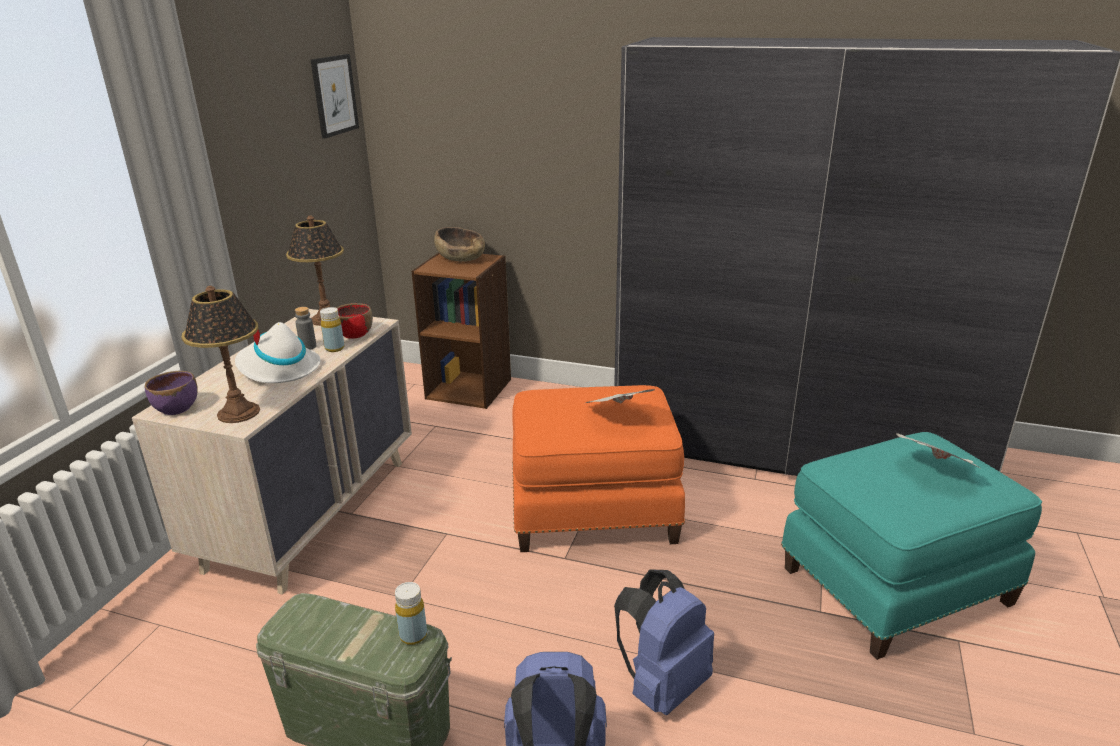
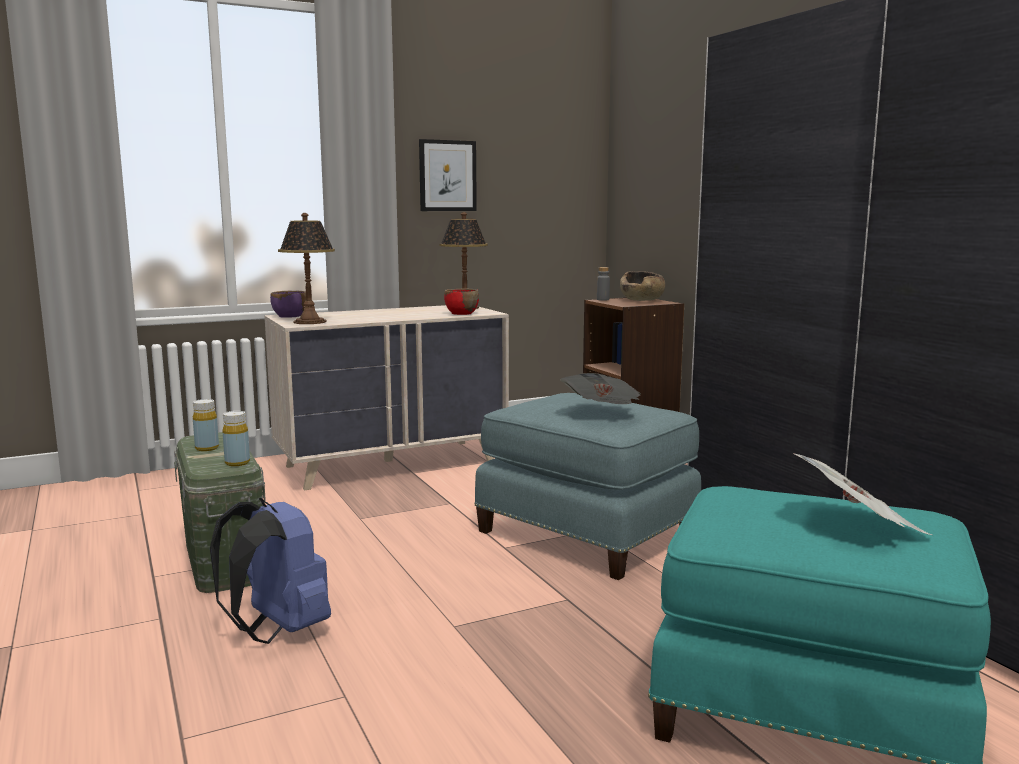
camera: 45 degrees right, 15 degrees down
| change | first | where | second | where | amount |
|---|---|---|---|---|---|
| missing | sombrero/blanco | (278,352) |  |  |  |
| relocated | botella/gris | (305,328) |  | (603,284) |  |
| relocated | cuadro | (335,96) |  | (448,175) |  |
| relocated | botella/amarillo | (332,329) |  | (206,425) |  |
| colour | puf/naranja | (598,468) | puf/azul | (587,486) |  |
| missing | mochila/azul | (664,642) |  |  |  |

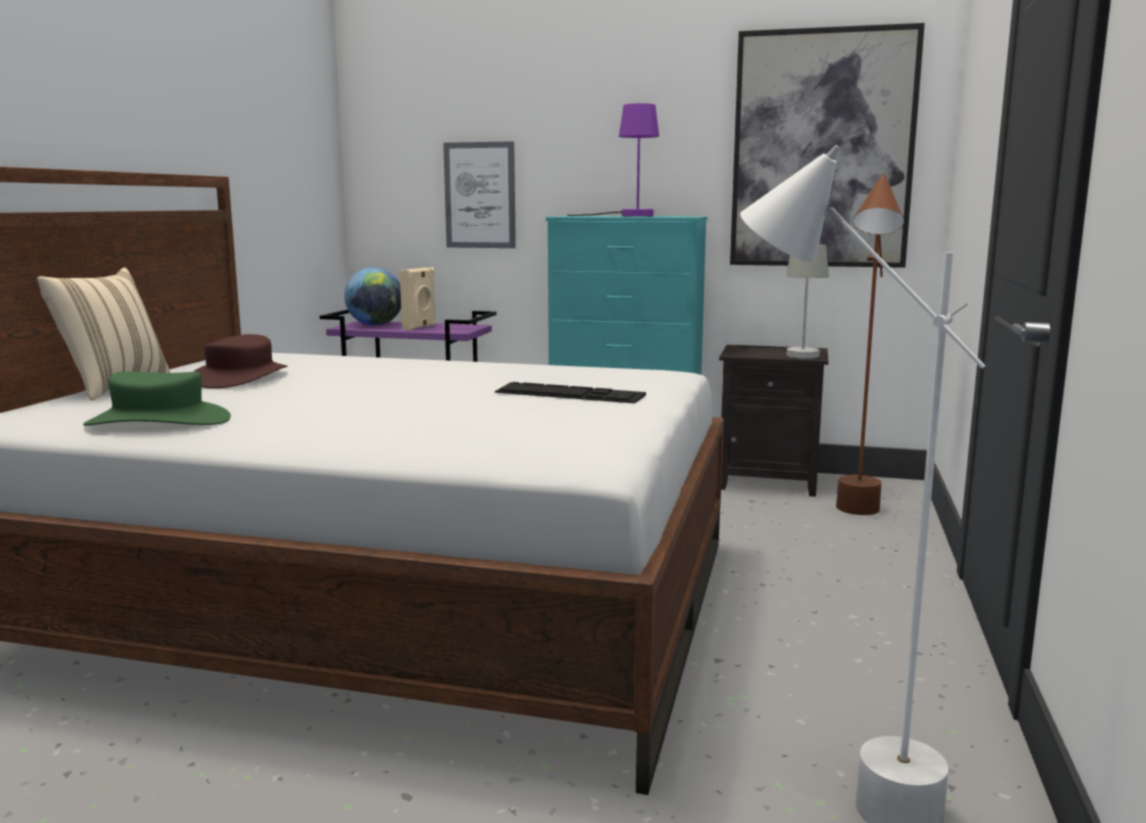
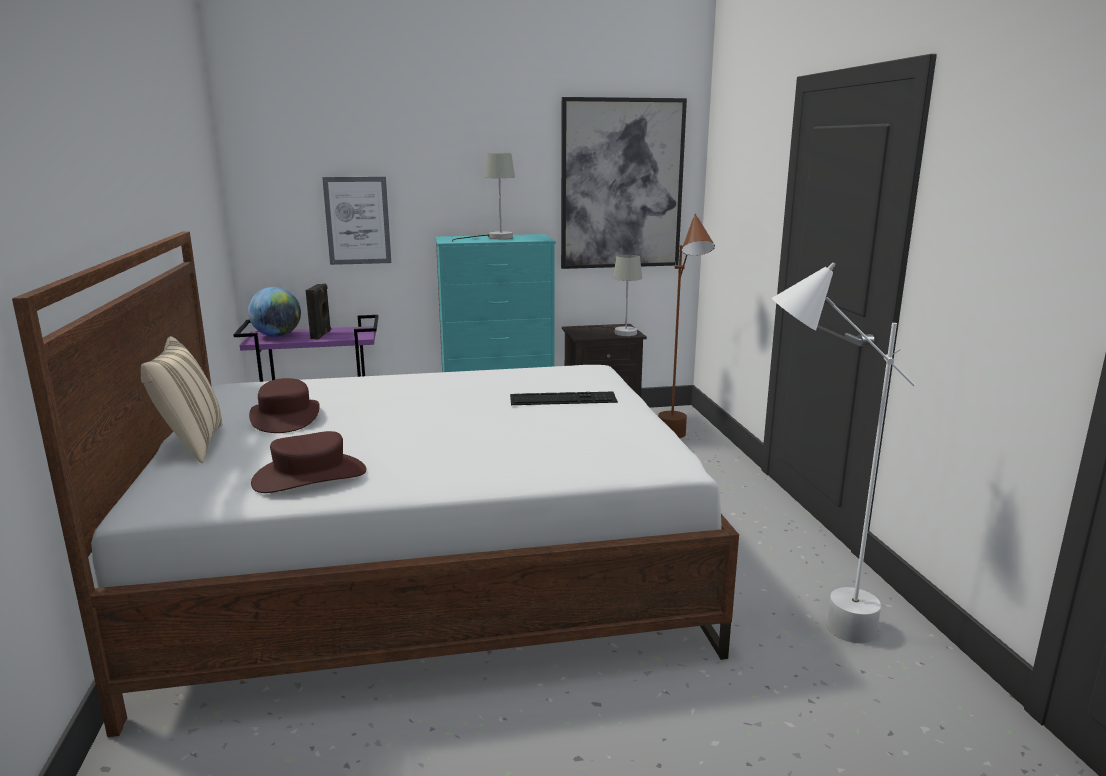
camera: 25 degrees left, 5 degrees up
| change | first | where | second | where | amount |
|---|---|---|---|---|---|
| colour | sombrero/verde | (157,398) | sombrero/marrón | (308,462) |  |
| colour | altavoz/beis | (418,298) | altavoz/negro | (318,311) |  |
| colour | lámpara de mesa/morado | (613,159) | lámpara de mesa/gris | (483,197) |  |

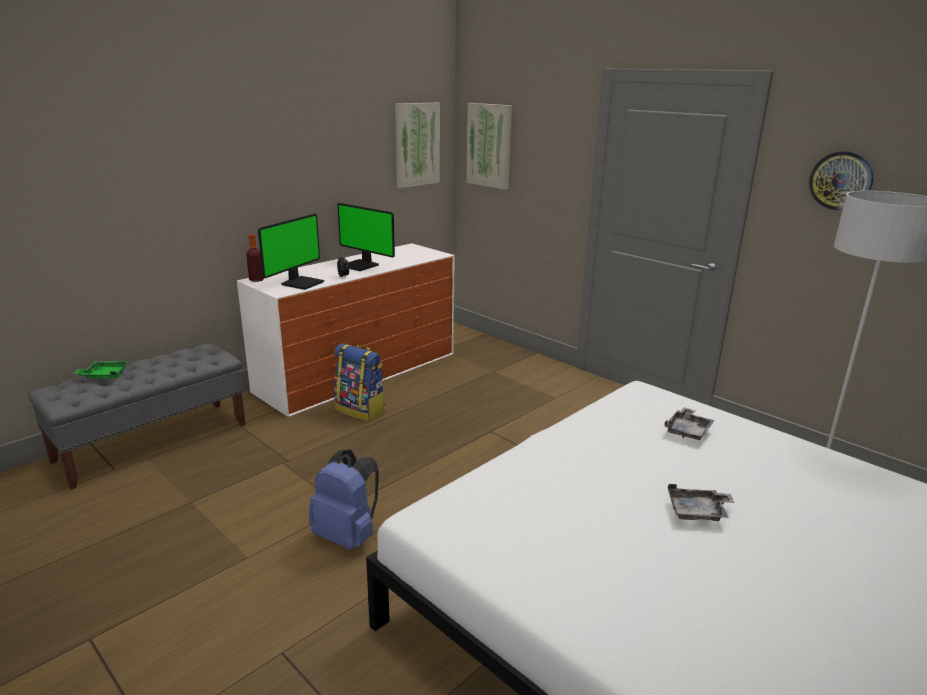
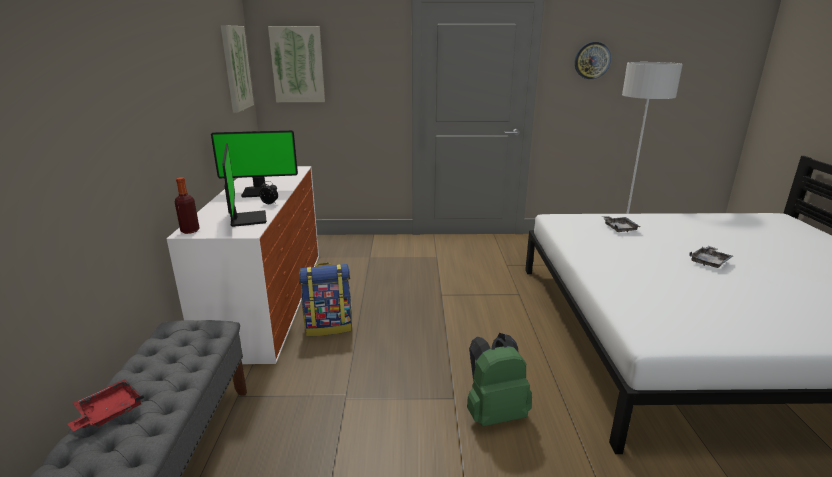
camera: 45 degrees left, 0 degrees up
| change | first | where | second | where | amount |
|---|---|---|---|---|---|
| colour | bandeja/verde | (100,370) | bandeja/rojo | (106,405) |  |
| colour | mochila/azul | (344,500) | mochila/verde | (499,380) |  |

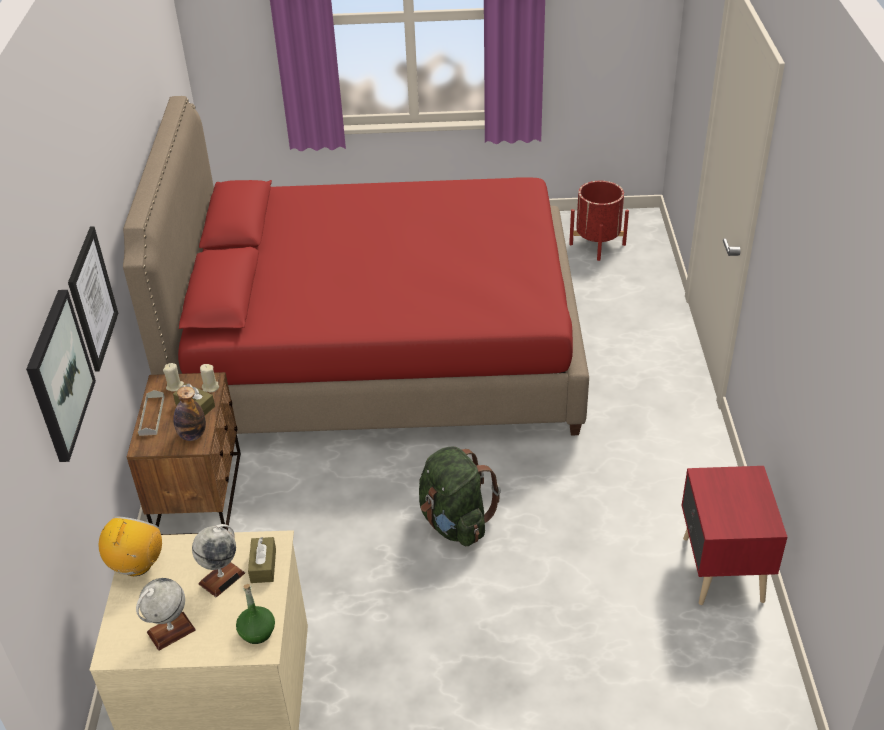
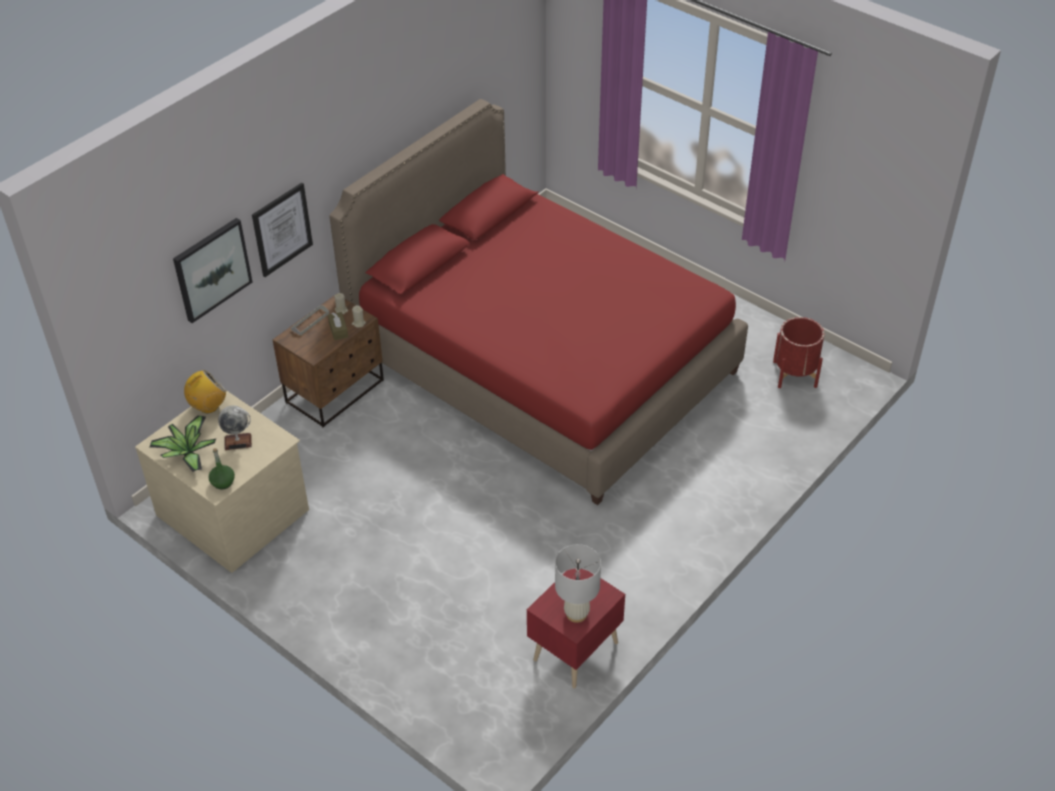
camera: 40 degrees right, 5 degrees up
| change | first | where | second | where | amount |
|---|---|---|---|---|---|
| exchanged | globo terráqueo | (166,614) | planta en maceta | (182,444) |  |
| missing | botella | (189,413) |  |  |  |
| missing | caja de pañuelos/marrón | (262,560) |  |  |  |
| missing | mochila/verde | (460,496) |  |  |  |
| appeared |  |  | lámpara de mesa/blanco | (578,583) |  |

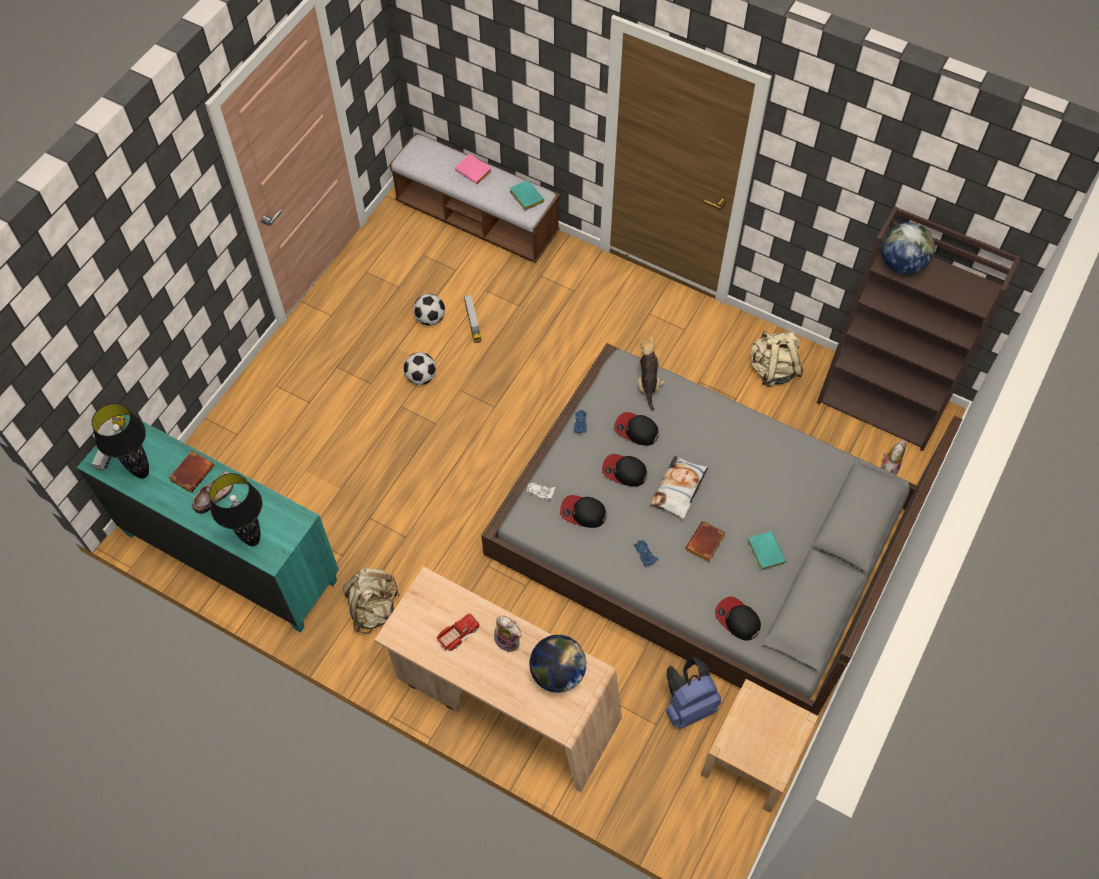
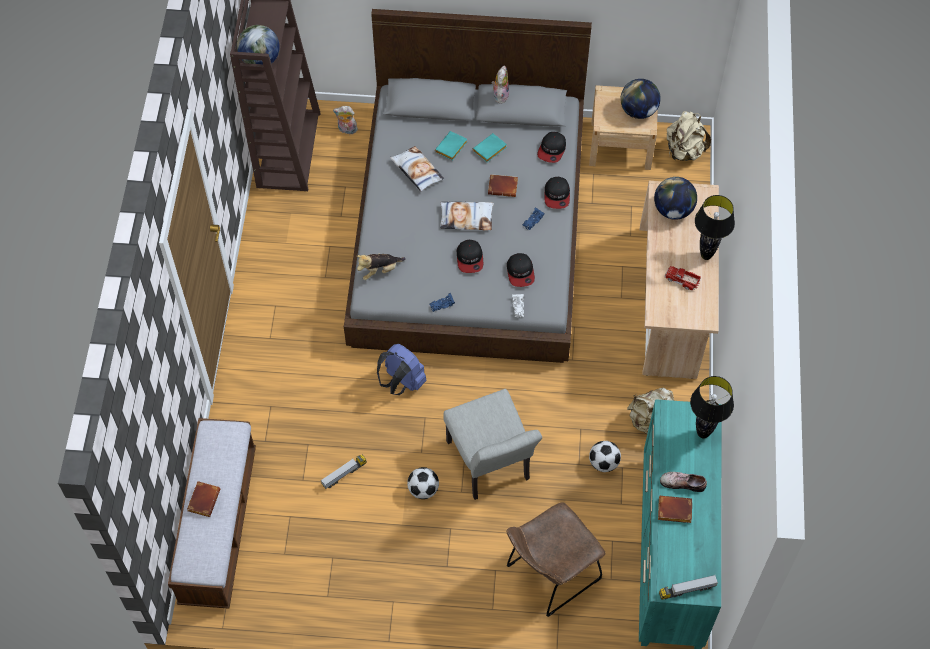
camera: 115 degrees left, 0 degrees up
| change | first | where | second | where | amount |
|---|---|---|---|---|---|
| relocated | lámpara de mesa/negro | (120,440) |  | (715,227) |  |
| relocated | balón de fútbol | (429,309) |  | (605,456) |  |
| colour | libro/rosa | (473,169) | libro/marrón | (204,499) |  |
| relocated | peluche | (508,634) |  | (500,84) |  |
| relocated | libro/turquesa | (526,195) |  | (451,146) |  |
| relocated | gorra | (636,429) |  | (557,193) |  |
| relocated | mochila/azul | (693,693) |  | (402,369) |  |
| relocated | mochila/beis | (777,358) |  | (689,136) |  |
| appeared |  |  | cojín | (417,169) |  |
| appeared |  |  | silla/gris | (492,444) |  |
| appeared |  |  | silla/marrón | (556,559) |  |
| appeared |  |  | globo terráqueo | (640,99) |  |

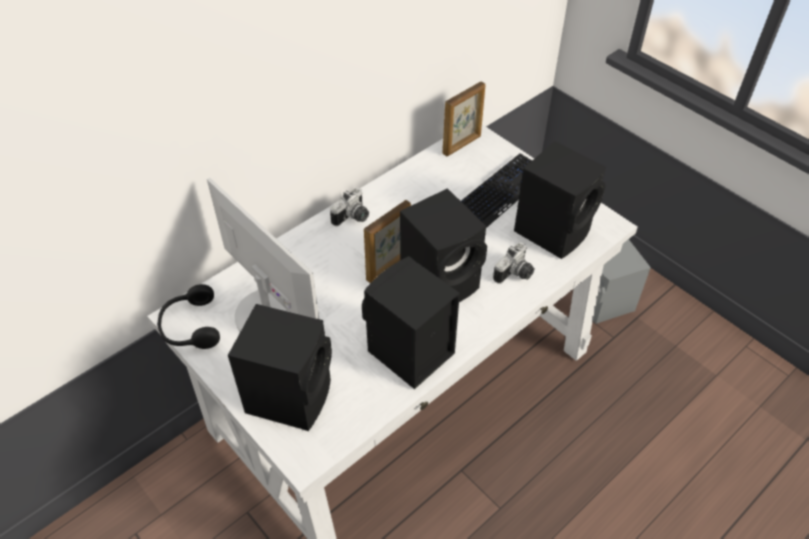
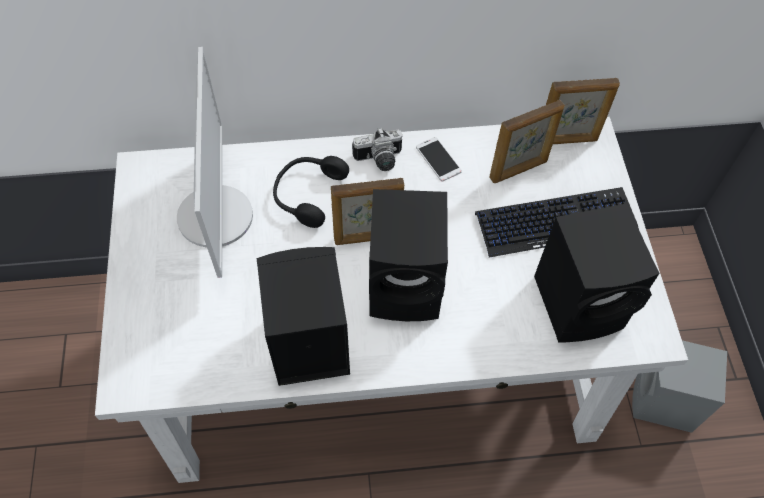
camera: 35 degrees right, 10 degrees up
| change | first | where | second | where | amount |
|---|---|---|---|---|---|
| relocated | auriculares/negro | (188,316) |  | (311,192) |  |
| missing | altavoz/negro | (280,367) |  |  |  |
| missing | cámara | (513,263) |  |  |  |
| appeared |  |  | móvil | (439,159) |  |
| appeared |  |  | portarretratos | (526,141) |  |

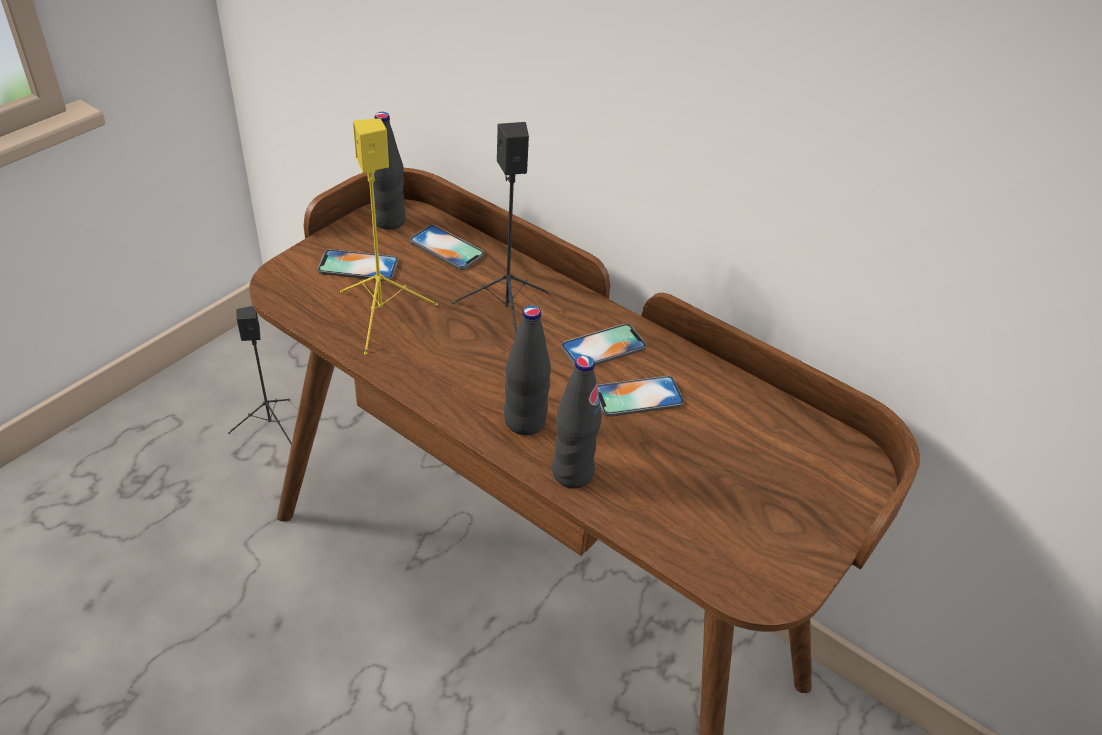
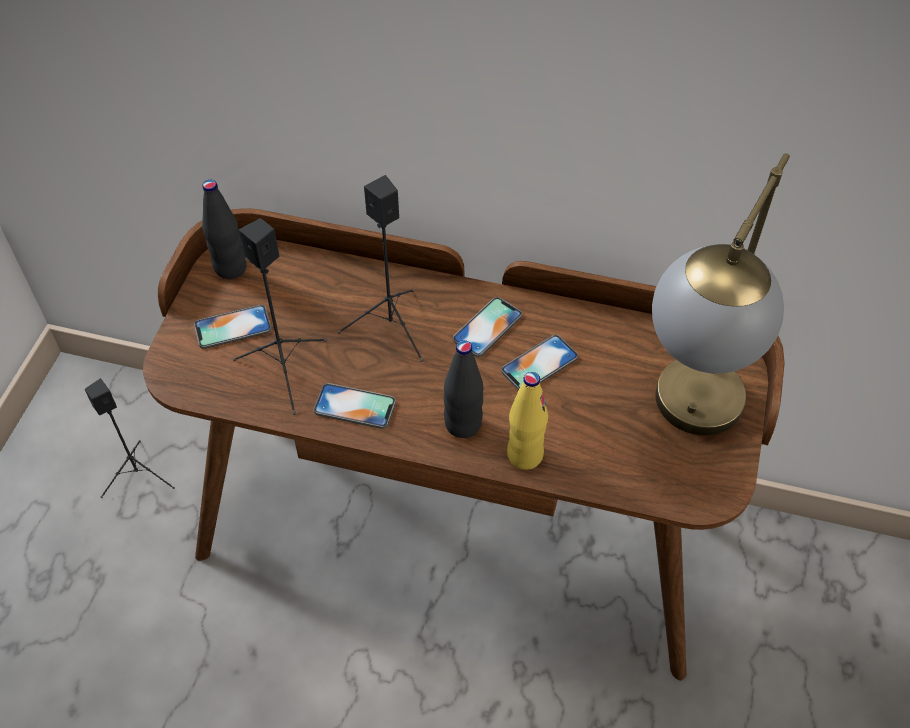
camera: 20 degrees left, 10 degrees up
| change | first | where | second | where | amount |
|---|---|---|---|---|---|
| colour | altavoz/amarillo | (389,236) | altavoz/negro | (280,316) |  |
| relocated | móvil | (447,247) |  | (355,406) |  |
| colour | botella/negro | (577,422) | botella/amarillo | (527,421) |  |
| appeared |  |  | lámpara de mesa | (721,294) |  |

